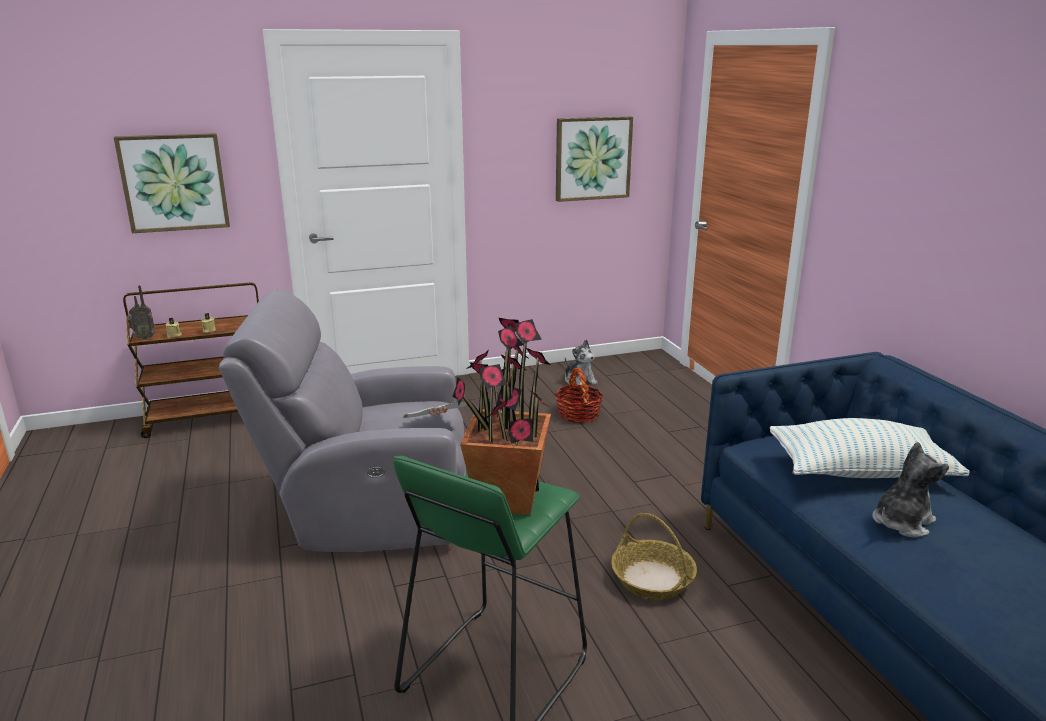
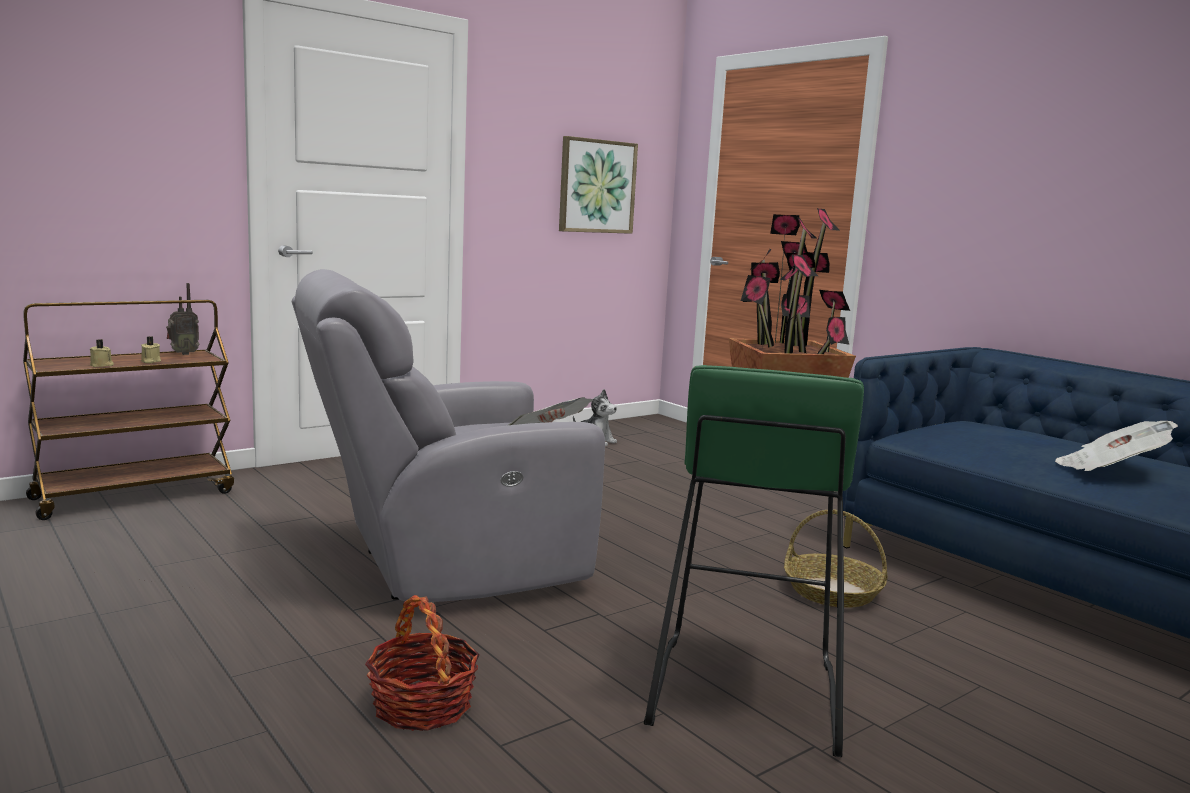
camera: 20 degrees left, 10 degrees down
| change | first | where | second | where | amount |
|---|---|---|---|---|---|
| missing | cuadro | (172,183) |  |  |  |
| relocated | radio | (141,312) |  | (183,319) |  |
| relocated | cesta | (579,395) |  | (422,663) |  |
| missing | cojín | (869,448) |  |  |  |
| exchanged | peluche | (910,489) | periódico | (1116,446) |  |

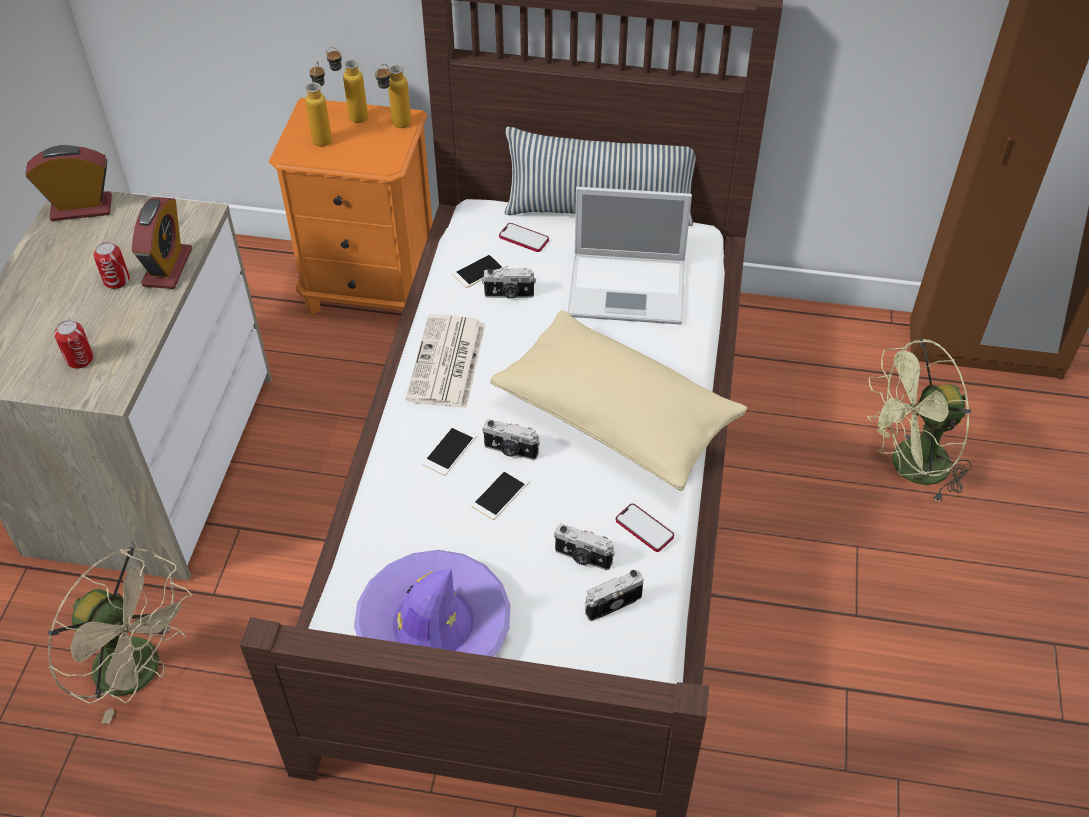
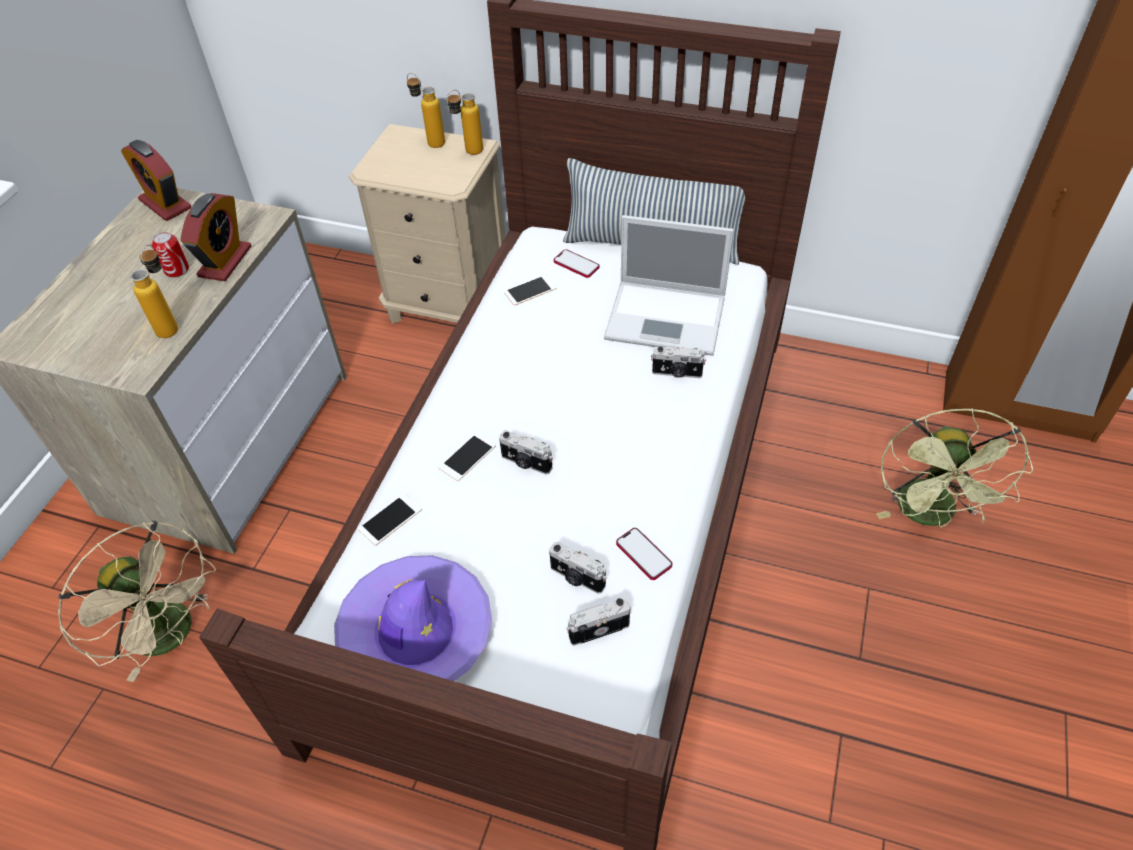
camera: 10 degrees right, 0 degrees up
| change | first | where | second | where | amount |
|---|---|---|---|---|---|
| spun | despertador | (69,183) |  | (156,180) | 135 degrees counterclockwise |
| missing | lata | (74,344) |  |  |  |
| colour | mesita de noche/naranja | (351,206) | mesita de noche/beis | (427,224) |  |
| relocated | botella | (318,104) |  | (154,291) |  |
| missing | periódico | (446,361) |  |  |  |
| relocated | móvil | (500,493) |  | (390,519) |  |
| relocated | cámara | (509,283) |  | (678,362) |  |
| missing | cojín/beis | (618,400) |  |  |  |
| spun | ventilador/verde | (919,420) |  | (954,468) | 75 degrees counterclockwise |

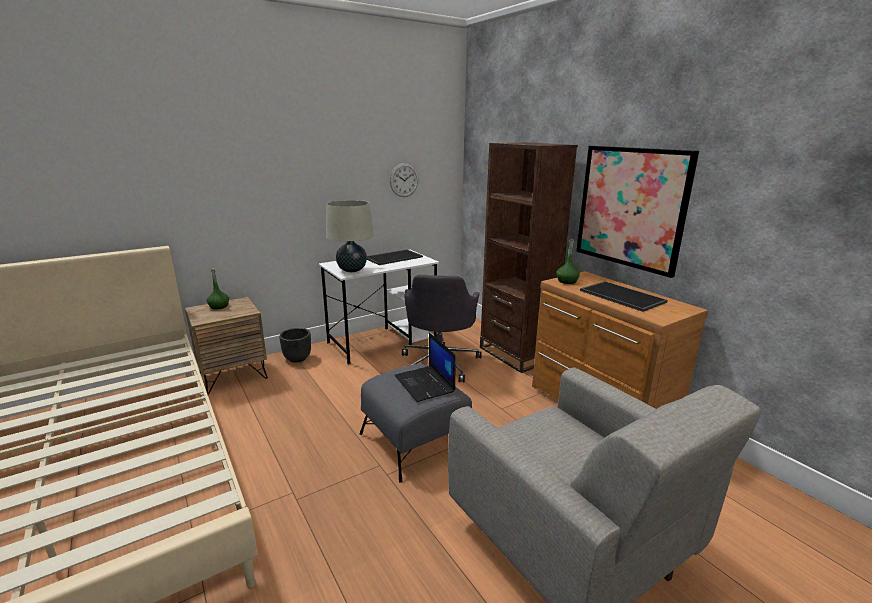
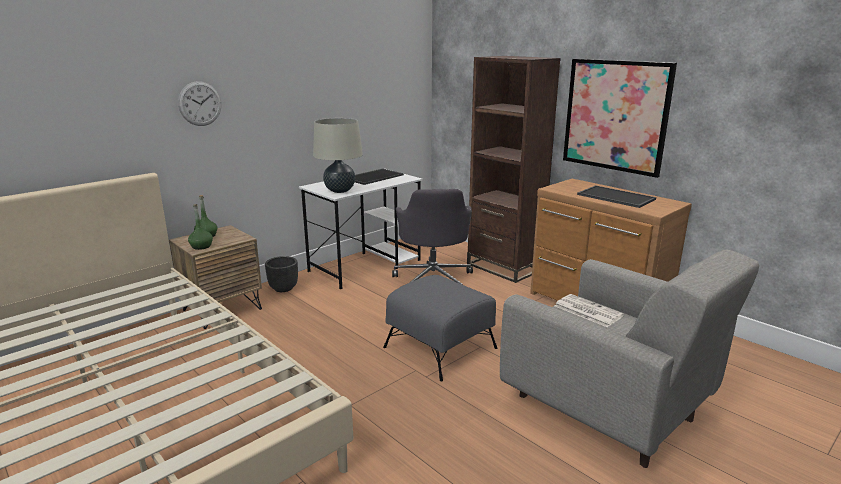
camera: 10 degrees left, 0 degrees up
| change | first | where | second | where | amount |
|---|---|---|---|---|---|
| relocated | reloj de pared | (404,180) |  | (199,103) |  |
| missing | portátil | (425,367) |  |  |  |
| relocated | botella/verde | (568,261) |  | (200,227) |  |
| appeared |  |  | periódico | (589,310) |  |

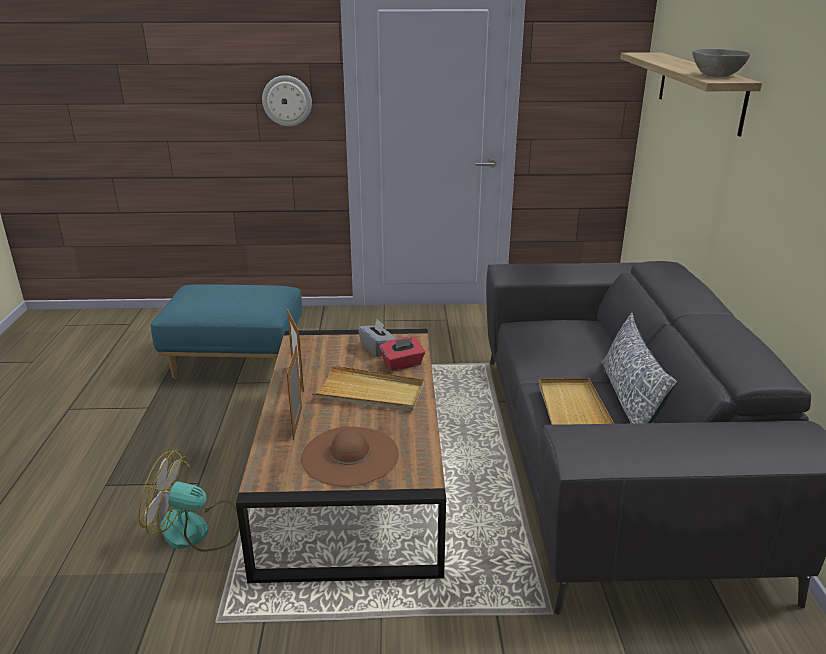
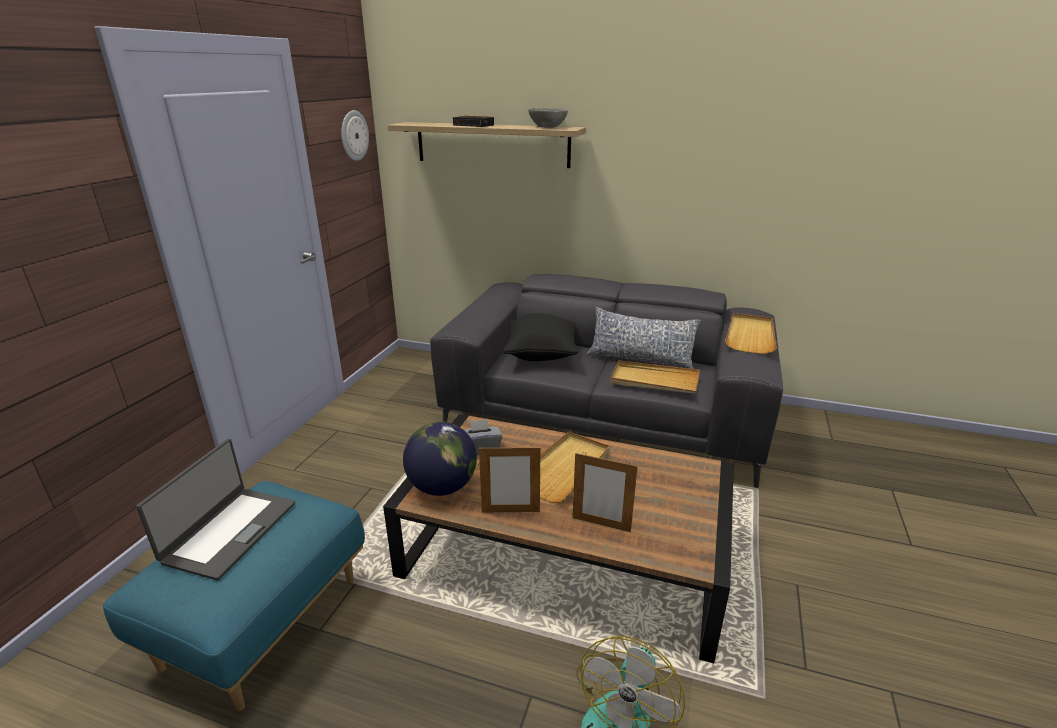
camera: 70 degrees left, 0 degrees up
| change | first | where | second | where | amount |
|---|---|---|---|---|---|
| relocated | reloj de pared | (287,100) |  | (355,135) |  |
| missing | sombrero/marrón | (350,456) |  |  |  |
| missing | caja de pañuelos/rojo | (402,354) |  |  |  |
| appeared |  |  | portátil | (215,510) |  |
| appeared |  |  | globo terráqueo | (440,459) |  |
| appeared |  |  | despertador | (473,121) |  |
| appeared |  |  | cojín/negro | (540,337) |  |
| appeared |  |  | bandeja/beis | (751,333) |  |

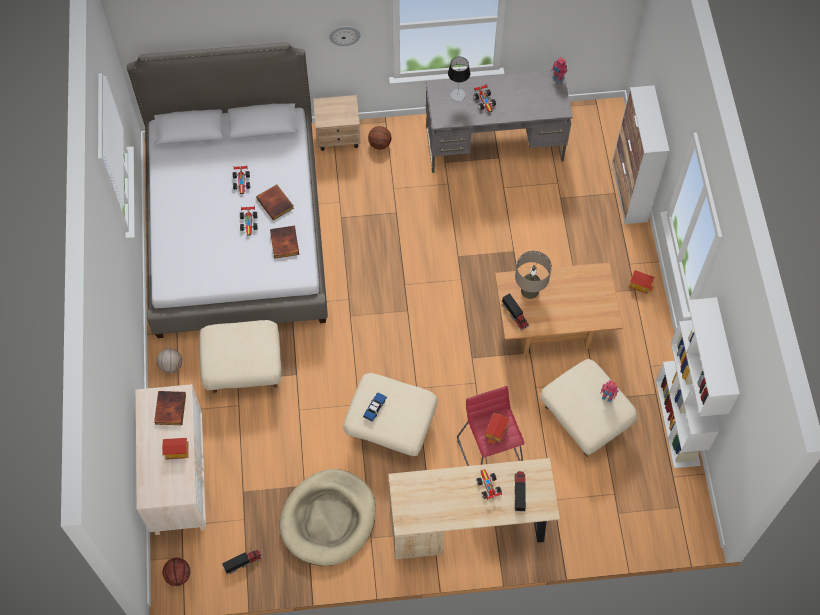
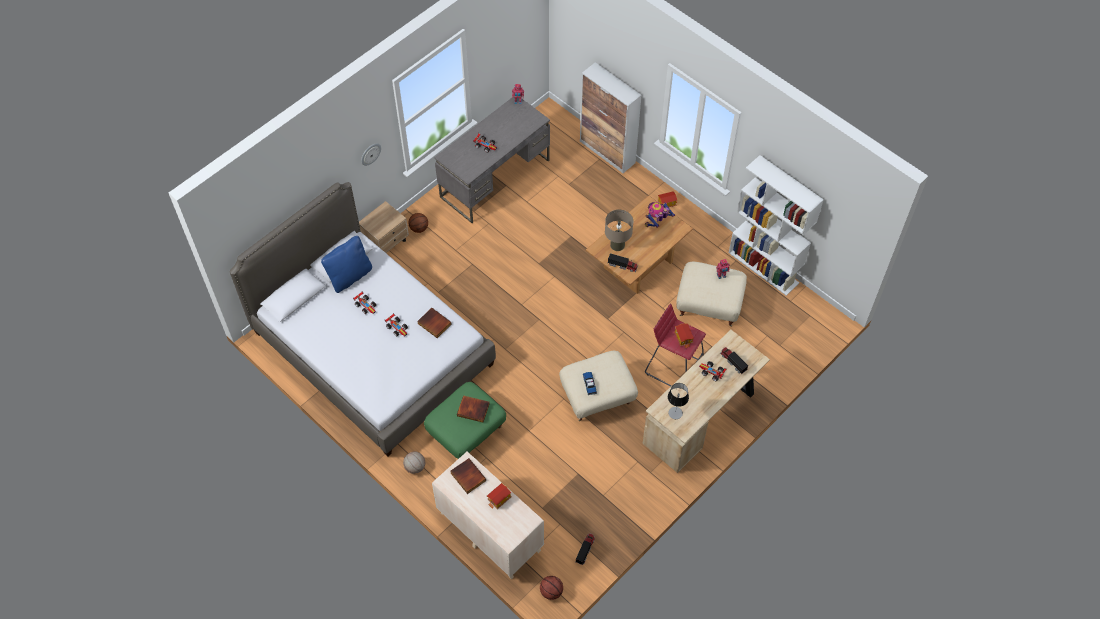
camera: 40 degrees left, 5 degrees down
| change | first | where | second | where | amount |
|---|---|---|---|---|---|
| colour | puf/beis | (241,357) | puf/verde | (465,420) |  |
| relocated | libro | (275,202) |  | (473,408) |  |
| missing | cama para perro/beis | (328,517) |  |  |  |
| relocated | lámpara de mesa | (459,79) |  | (678,401) |  |
| appeared |  |  | cojín/azul | (346,264) |  |
| appeared |  |  | robot de juguete | (660,215) |  |

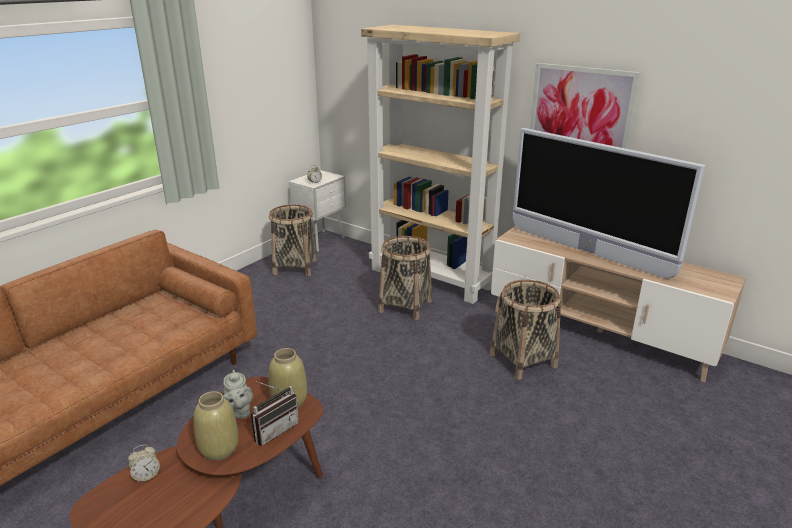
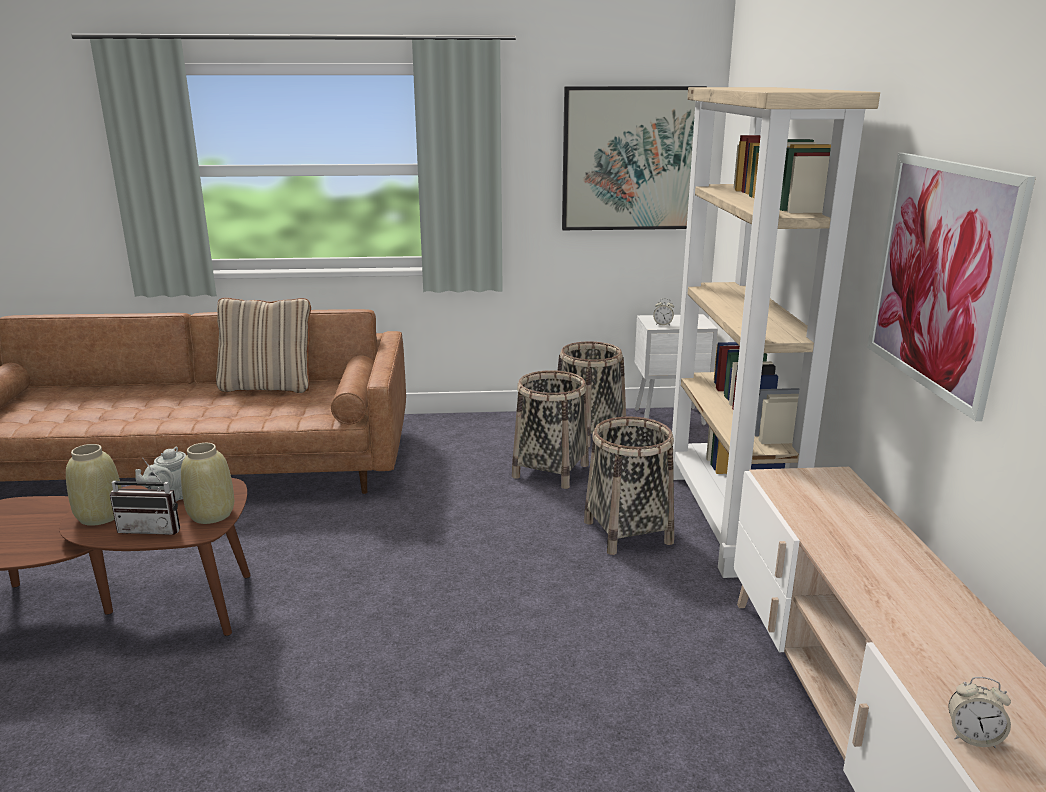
camera: 50 degrees right, 5 degrees down
| change | first | where | second | where | amount |
|---|---|---|---|---|---|
| relocated | despertador | (144,464) |  | (979,712) |  |
| relocated | cesta | (525,330) |  | (550,429) |  |
| missing | televisor | (609,203) |  |  |  |
| appeared |  |  | cojín/beis | (263,345) |  |
| appeared |  |  | cuadro | (634,158) |  |

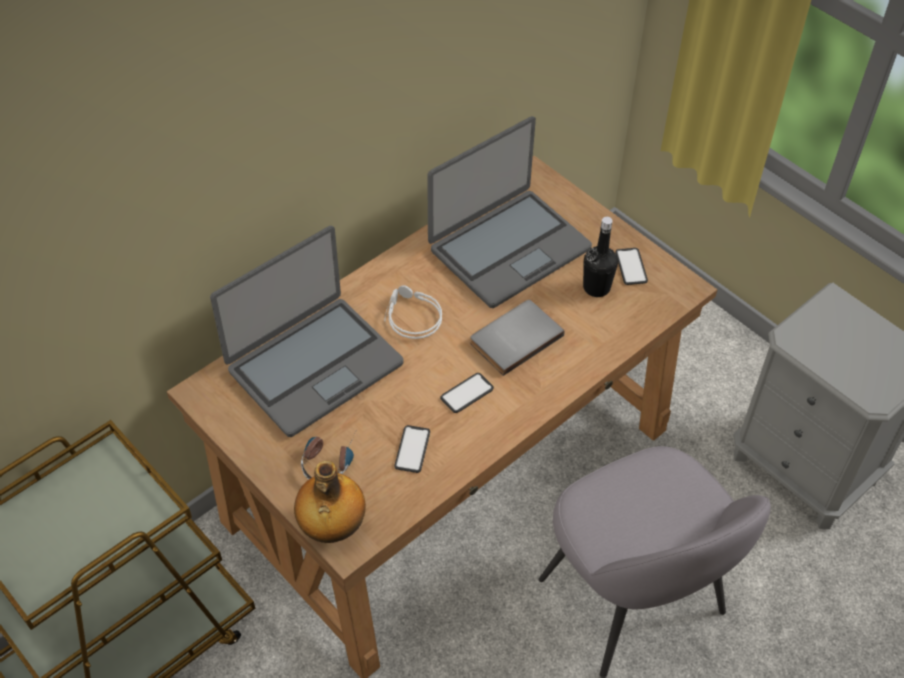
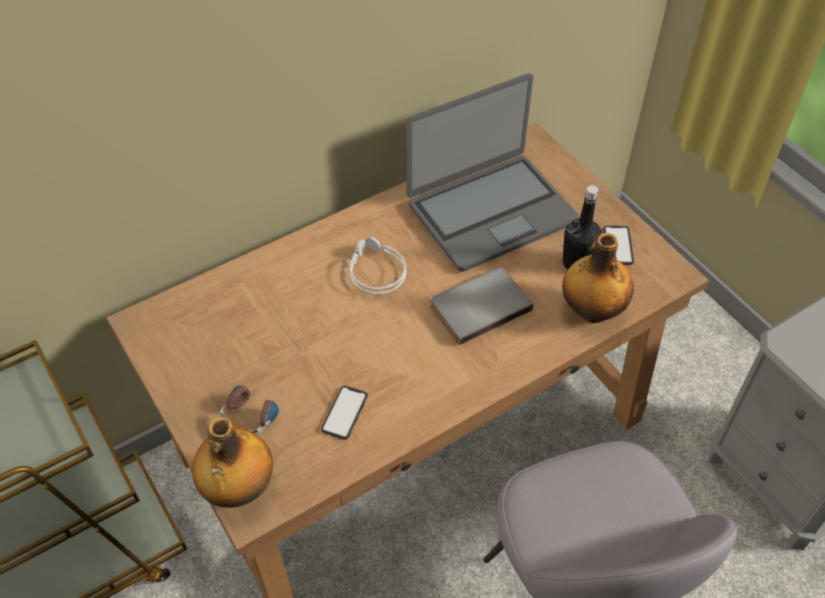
camera: 10 degrees right, 0 degrees up
| change | first | where | second | where | amount |
|---|---|---|---|---|---|
| missing | portátil | (307,331) |  |  |  |
| missing | móvil | (467,393) |  |  |  |
| appeared |  |  | botella | (598,278) |  |

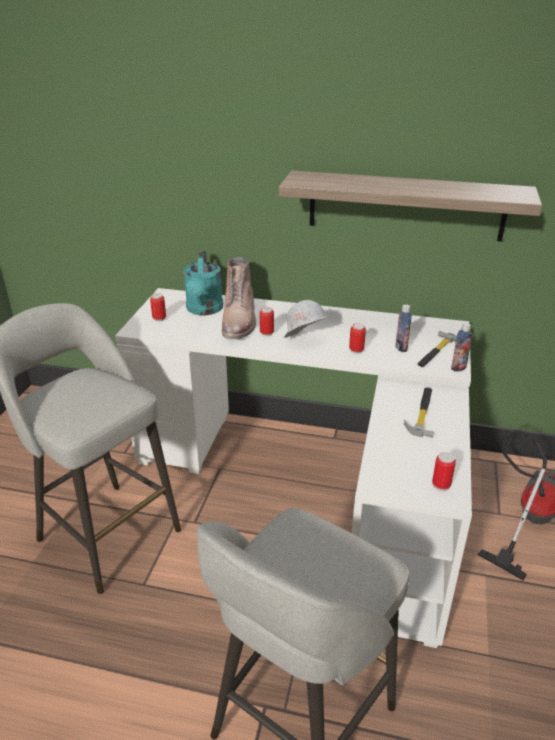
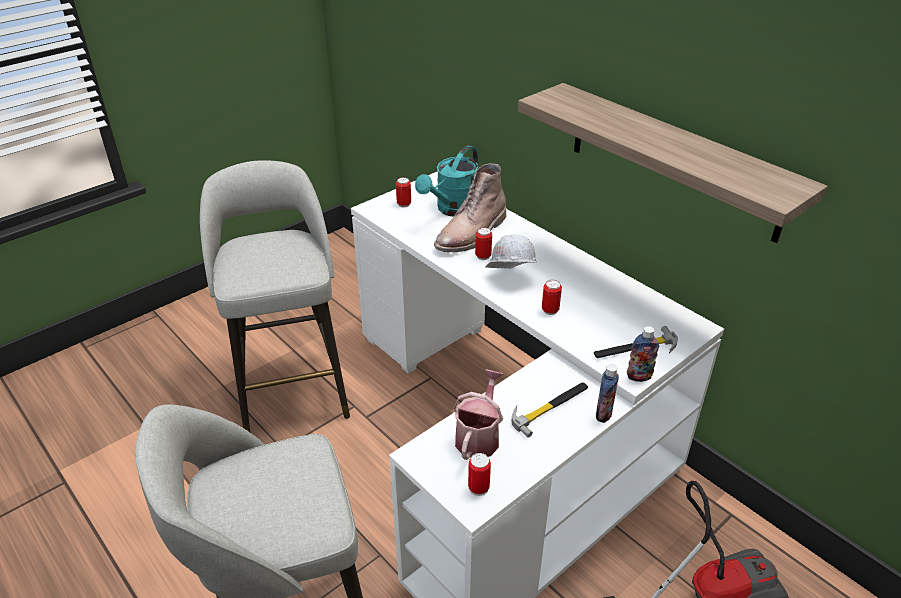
camera: 35 degrees right, 5 degrees up
| change | first | where | second | where | amount |
|---|---|---|---|---|---|
| relocated | botella | (403,328) |  | (607,393) |  |
| appeared |  |  | regadera | (478,414) |  |

